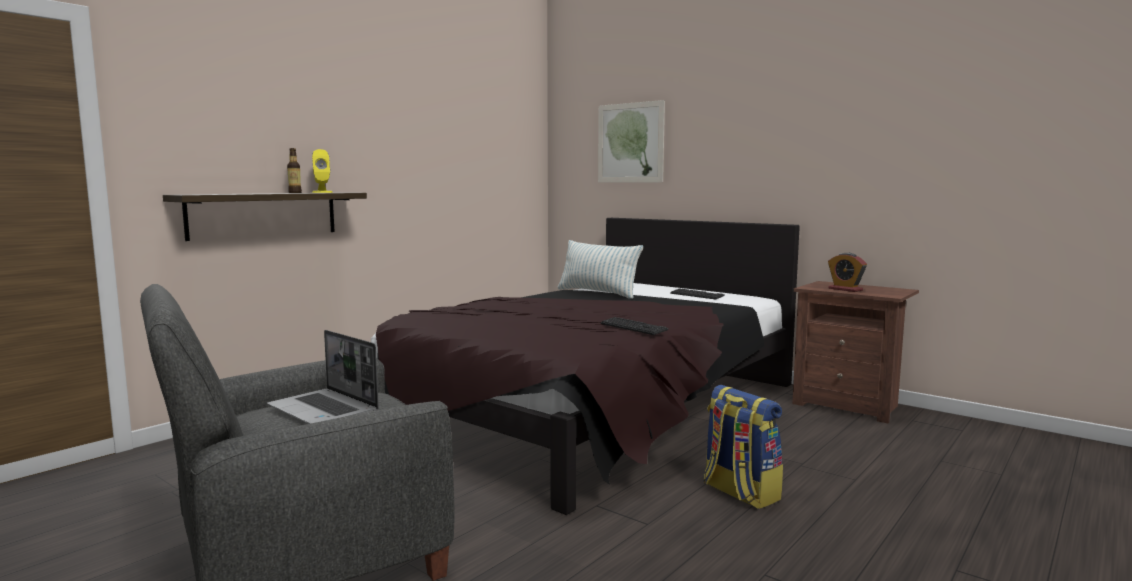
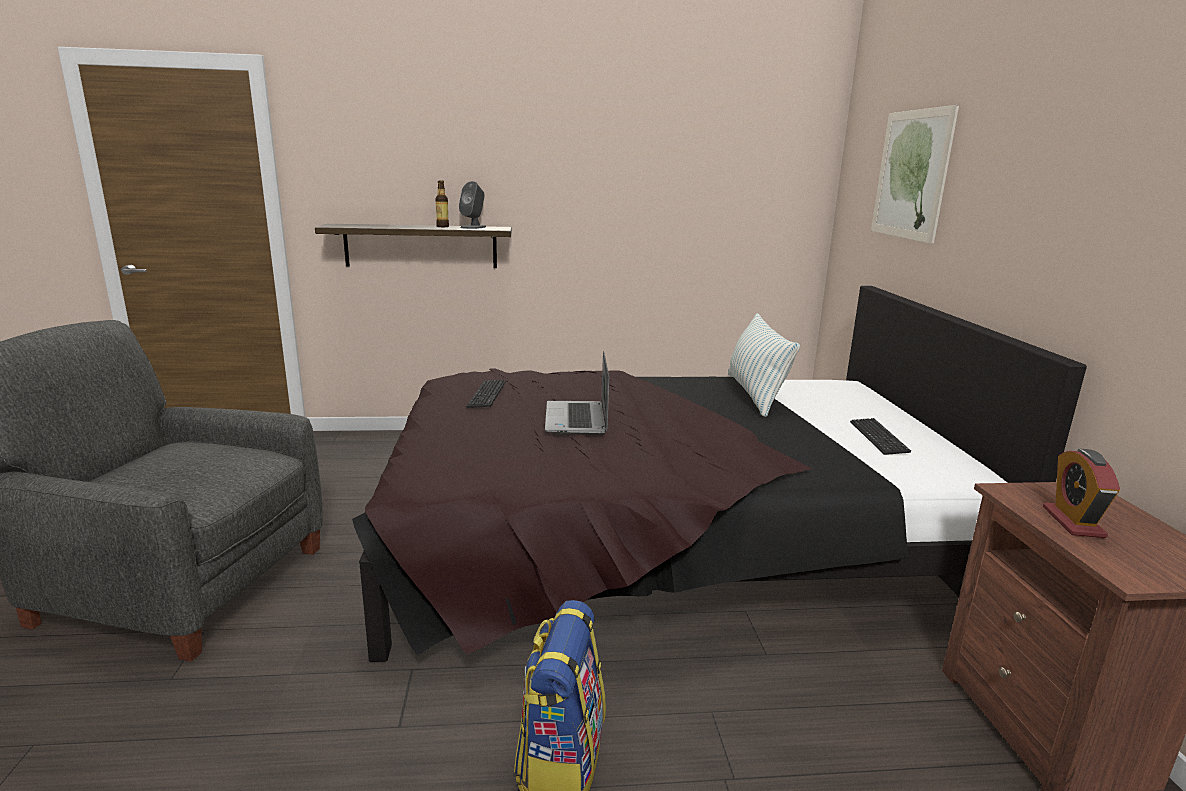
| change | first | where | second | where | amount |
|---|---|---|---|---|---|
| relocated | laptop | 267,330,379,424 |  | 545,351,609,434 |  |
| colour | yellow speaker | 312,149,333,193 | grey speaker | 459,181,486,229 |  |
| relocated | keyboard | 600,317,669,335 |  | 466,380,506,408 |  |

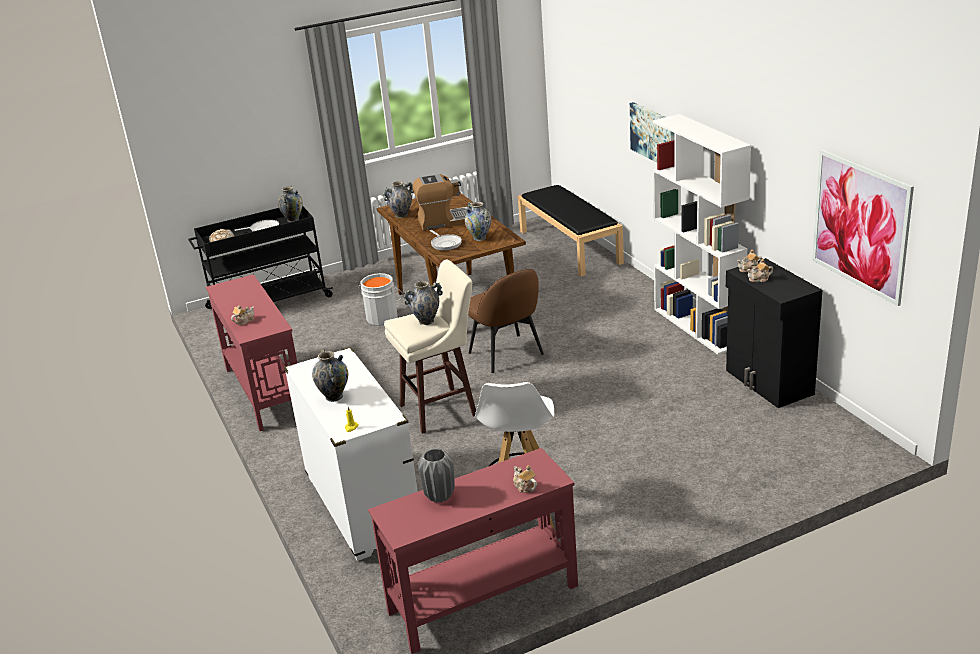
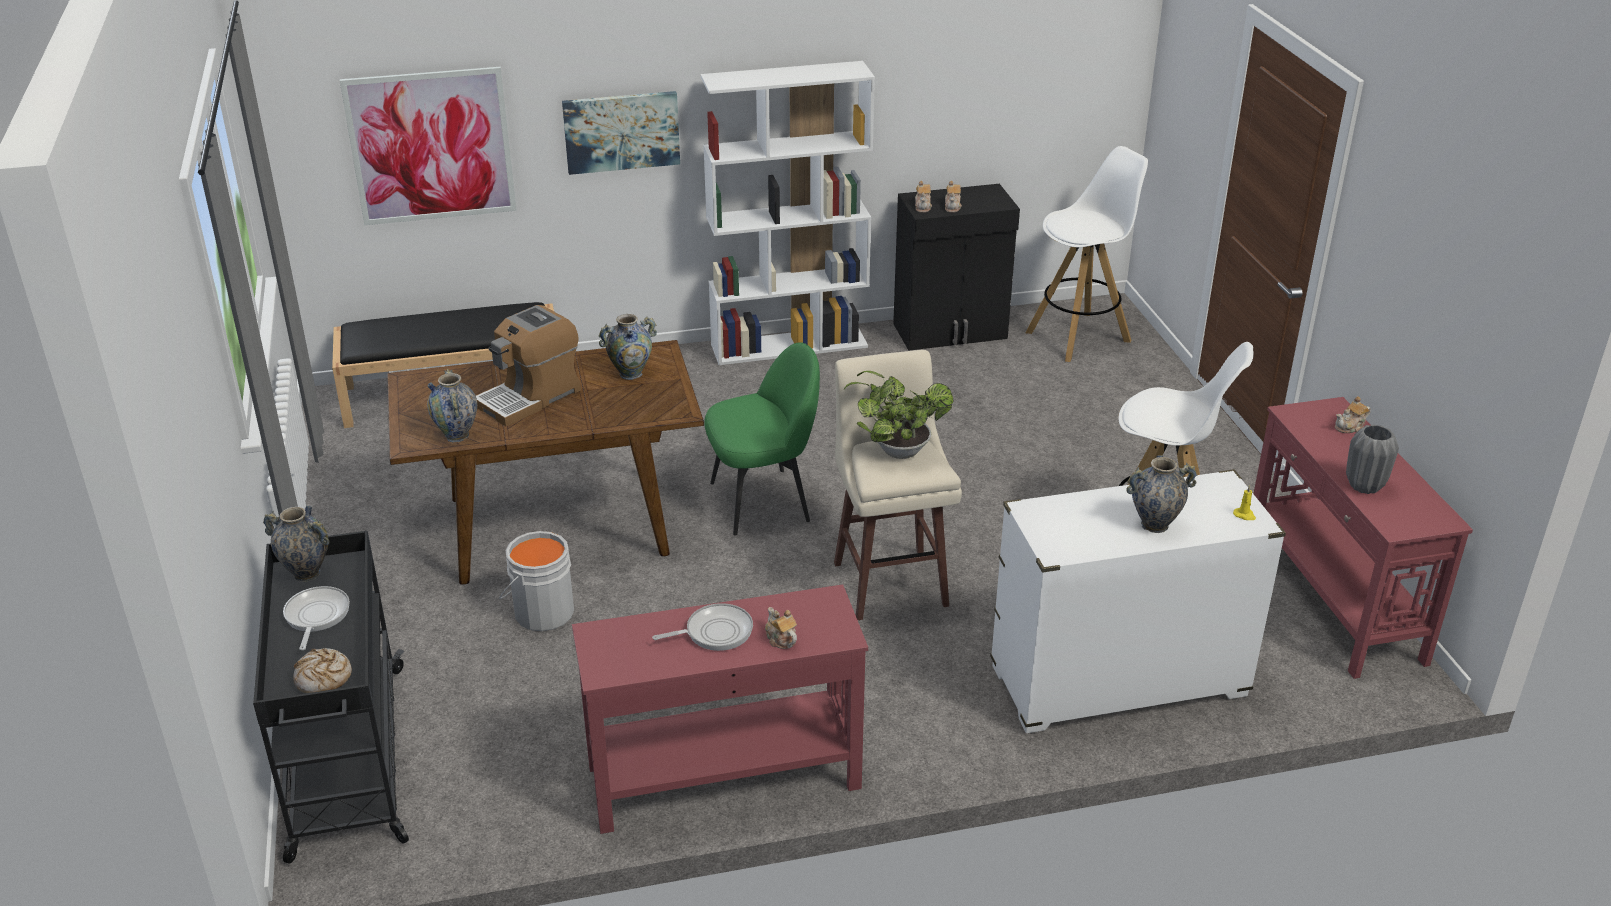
| change | first | where | second | where | amount |
|---|---|---|---|---|---|
| exchanged | vase | 404,281,443,325 | potted plant | 844,371,954,459 |  |
| spun | coffee machine | 413,174,468,231 |  | 476,305,581,426 | 135 degrees counterclockwise |
| relocated | frying pan | 430,230,462,251 |  | 652,603,753,651 |  |
| colour | brown chair | 468,269,544,373 | green chair | 704,342,820,536 |  |
| relocated | picture | 812,149,914,306 |  | 340,67,517,225 |  |
| appeared |  |  | white stool | 1026,146,1148,362 |  |

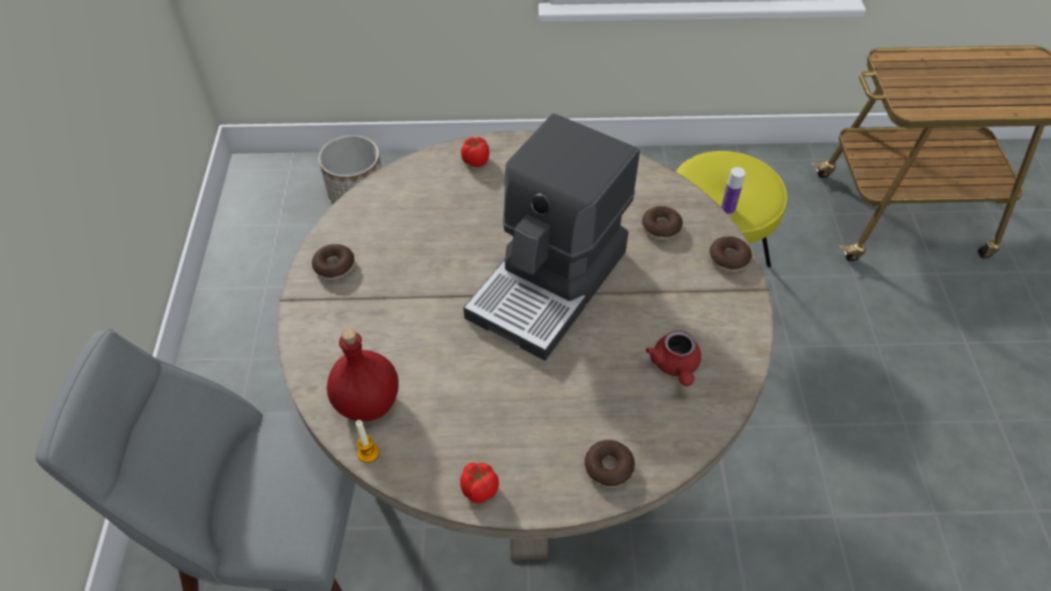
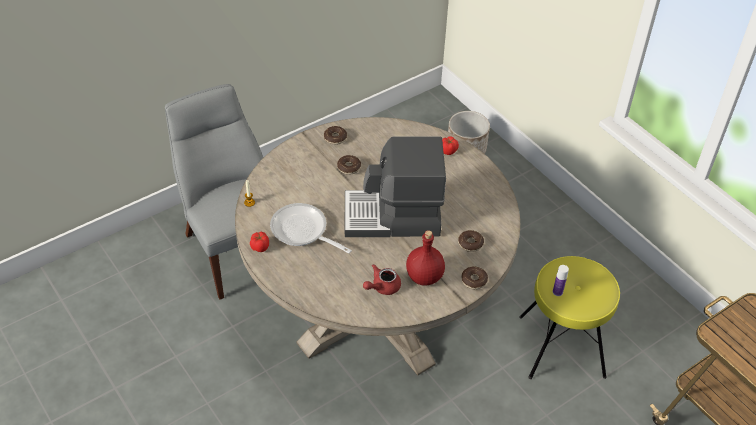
| change | first | where | second | where | amount |
|---|---|---|---|---|---|
| relocated | red bottle | 327,328,399,422 |  | 406,230,445,285 |  |
| relocated | donut | 585,440,635,488 |  | 337,155,361,175 |  |
| appeared |  |  | frying pan | 270,203,352,254 |  |

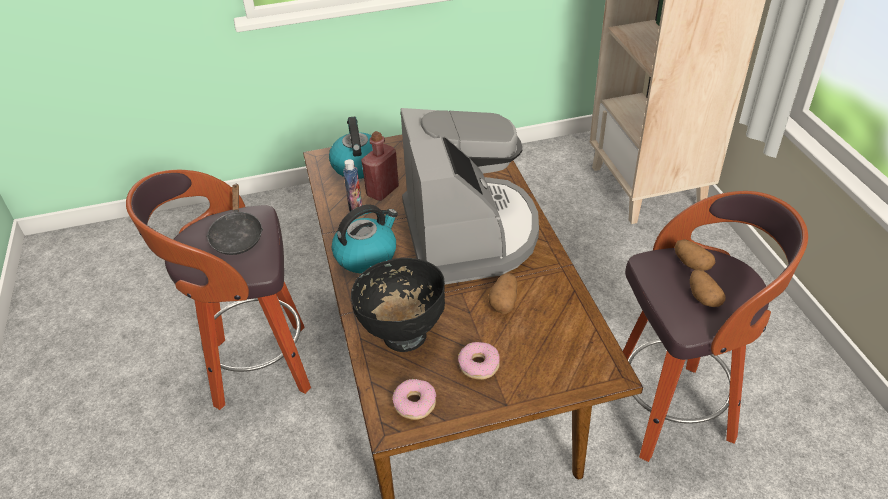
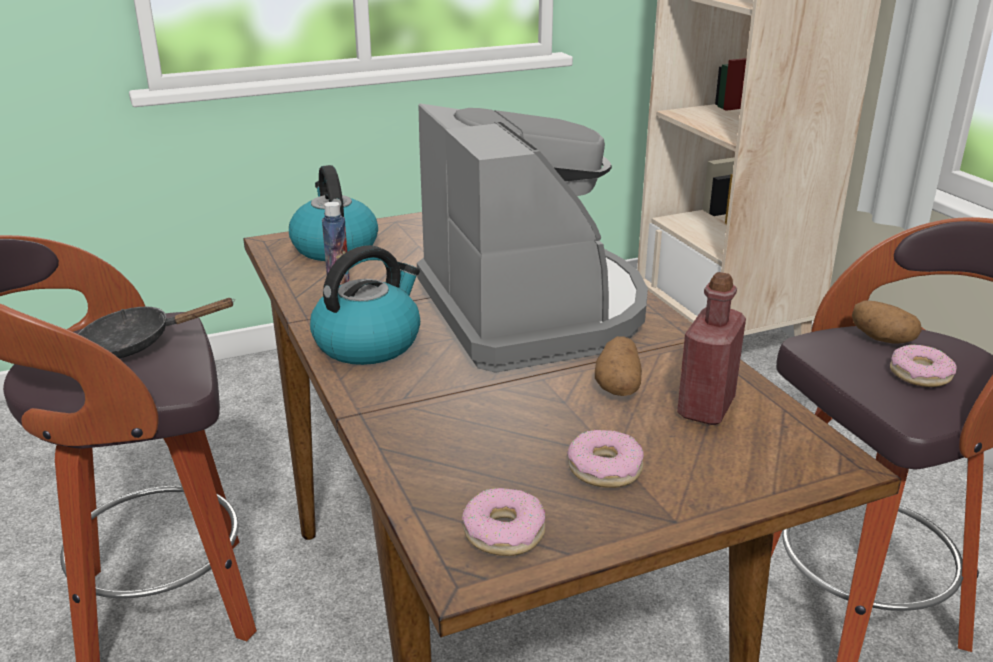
| change | first | where | second | where | amount |
|---|---|---|---|---|---|
| spun | black frying pan | 206,184,263,255 |  | 78,298,235,359 | 90 degrees clockwise |
| missing | black bowl | 351,258,445,352 |  |  |  |
| relocated | red bottle | 361,131,399,201 |  | 677,272,746,425 |  |
| exchanged | potato | 690,270,726,307 | donut | 890,345,957,387 |  |

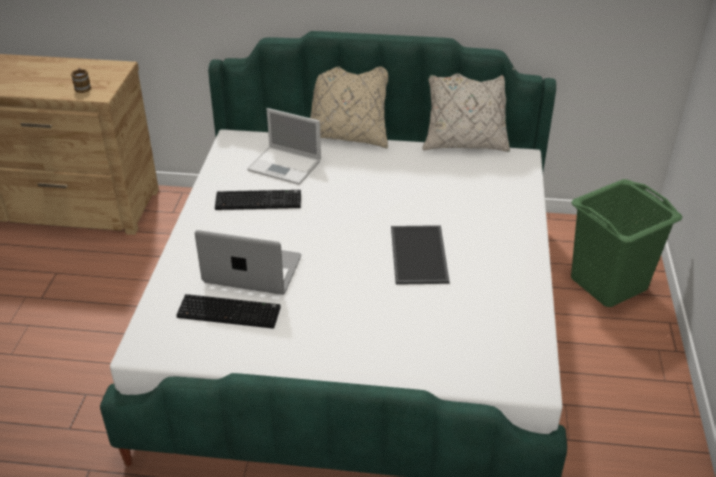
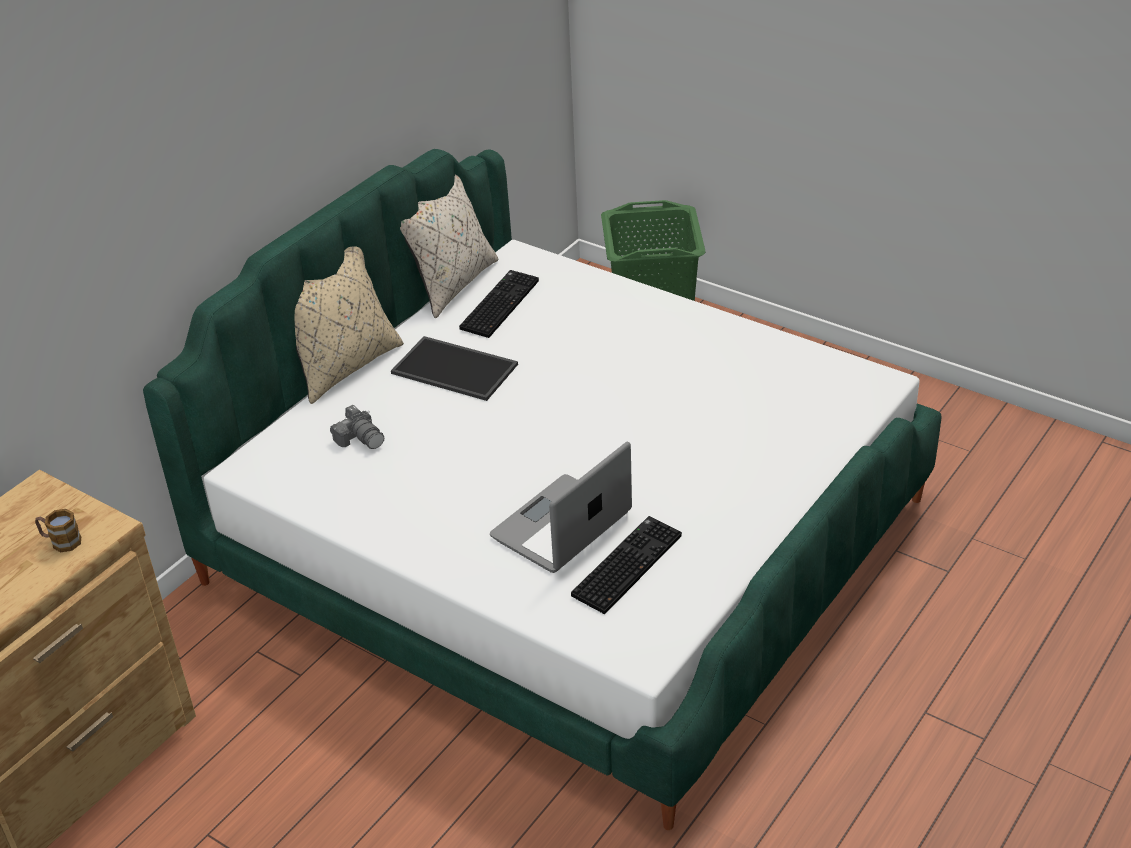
| change | first | where | second | where | amount |
|---|---|---|---|---|---|
| relocated | keyboard | 215,190,301,210 |  | 459,270,539,338 |  |
| exchanged | laptop | 247,108,321,185 | photo camera | 330,405,384,449 |  |
| relocated | tray | 391,225,450,285 |  | 391,336,518,401 |  |

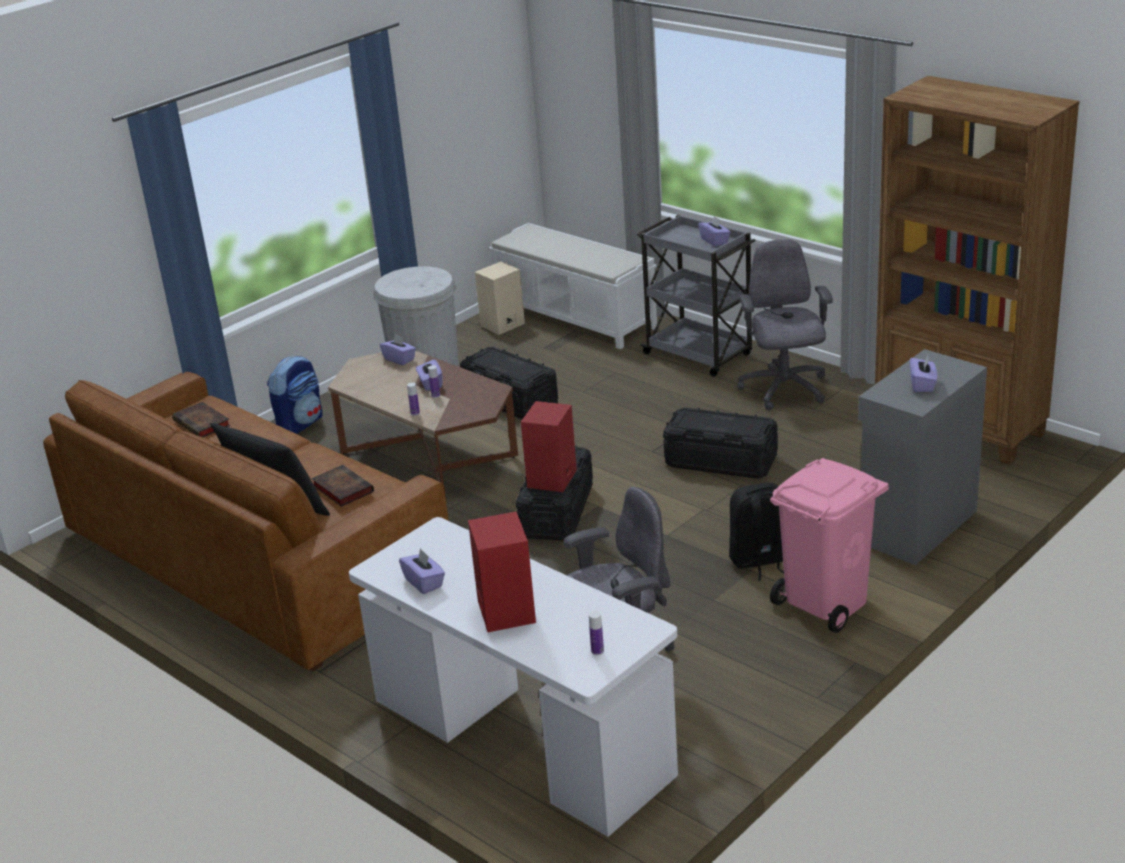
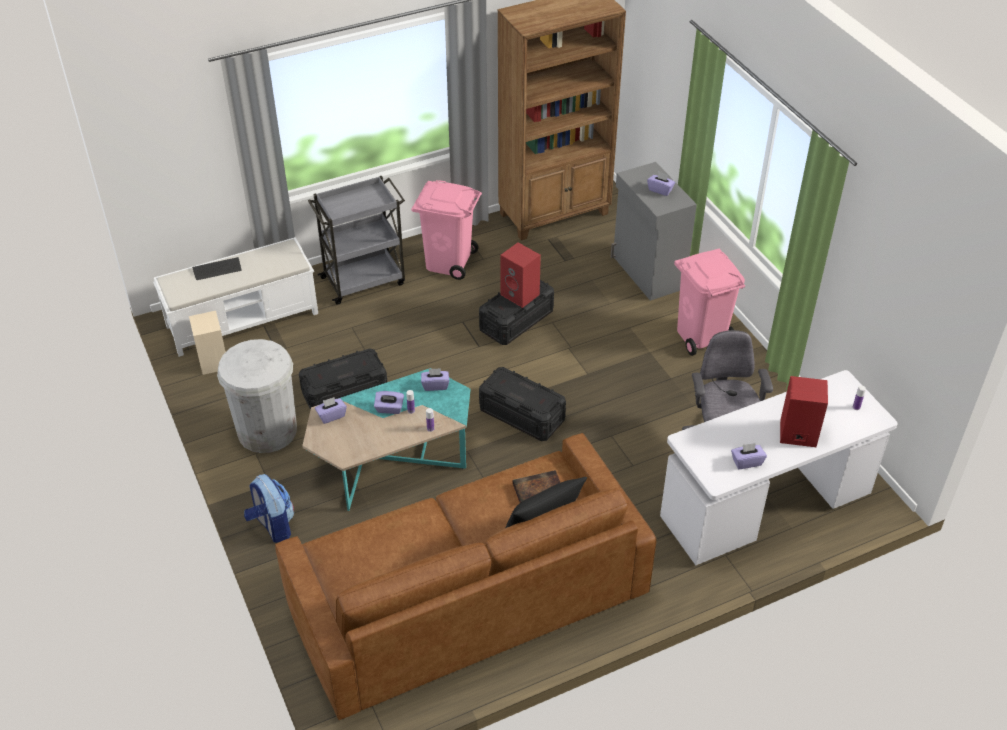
| change | first | where | second | where | amount |
|---|---|---|---|---|---|
| missing | book | 172,402,231,438 |  |  |  |
| colour | brown coffee table | 328,351,518,498 | turquoise coffee table | 302,368,470,511 |  |
| relocated | red speaker | 521,401,577,492 |  | 500,242,541,308 |  |
| relocated | purple tissue box | 698,216,731,246 |  | 421,368,449,391 |  |
| missing | black backpack | 729,482,784,581 |  |  |  |
| exchanged | grey office chair | 737,239,833,411 | pink trash can | 411,180,482,280 |  |
| appeared |  |  | keyboard | 192,257,241,280 |  |

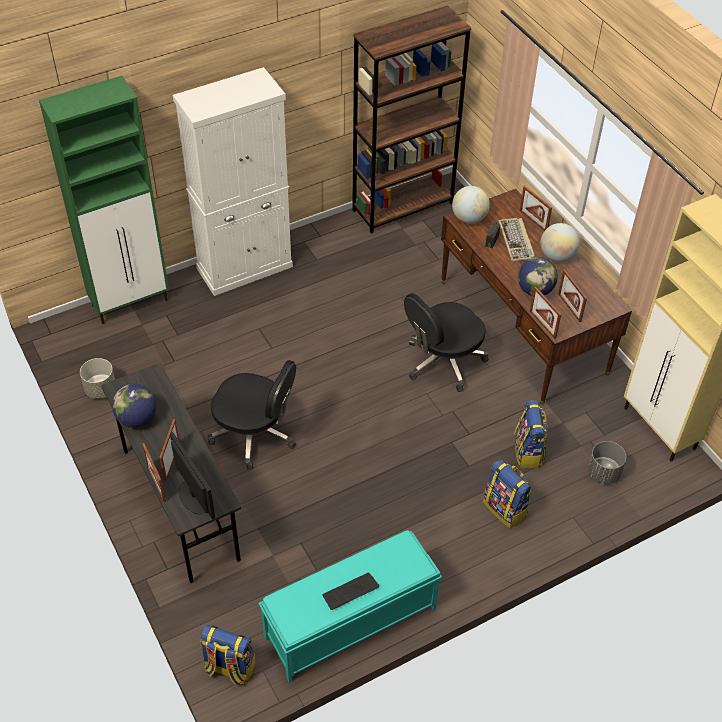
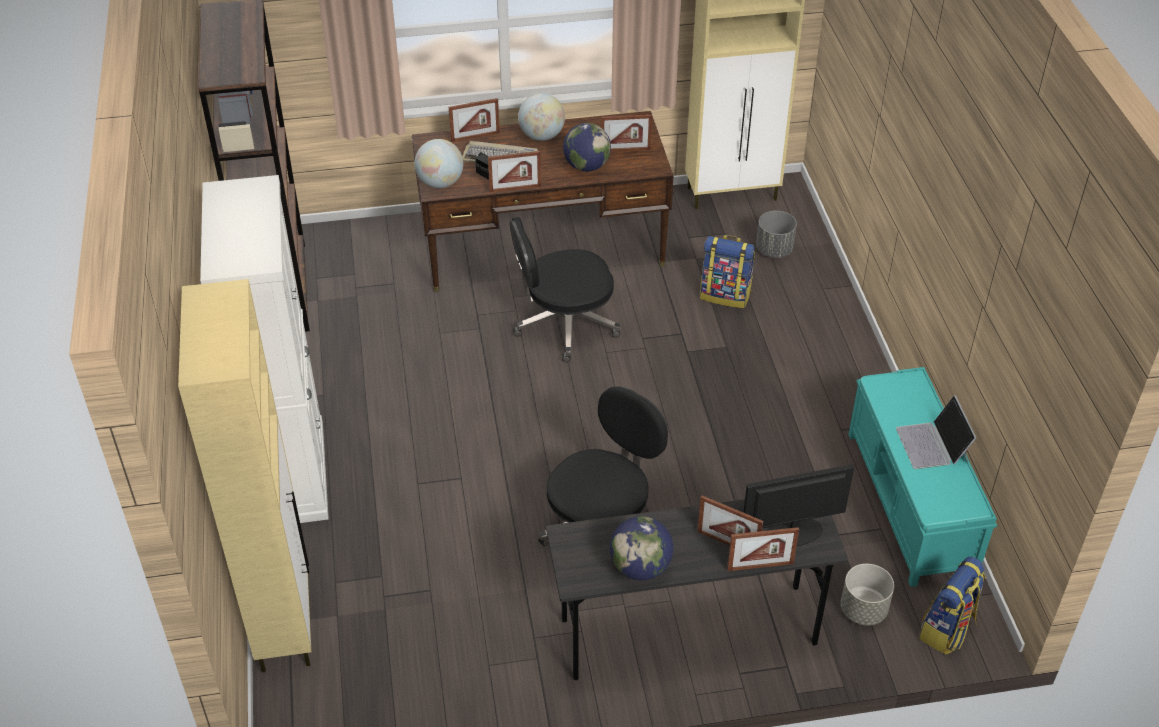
| change | first | where | second | where | amount |
|---|---|---|---|---|---|
| colour | green cabinet | 39,76,169,324 | beige cabinet | 178,279,311,673 |  |
| relocated | grey planter | 80,358,115,399 |  | 841,564,894,625 |  |
| exchanged | keyboard | 322,573,379,610 | laptop | 896,395,976,469 |  |
| spun | black office chair | 404,293,489,392 |  | 510,217,620,362 | 90 degrees clockwise |
| missing | backpack | 483,460,532,529 |  |  |  |
| relocated | picture frame | 530,286,561,339 |  | 488,151,541,192 |  |

